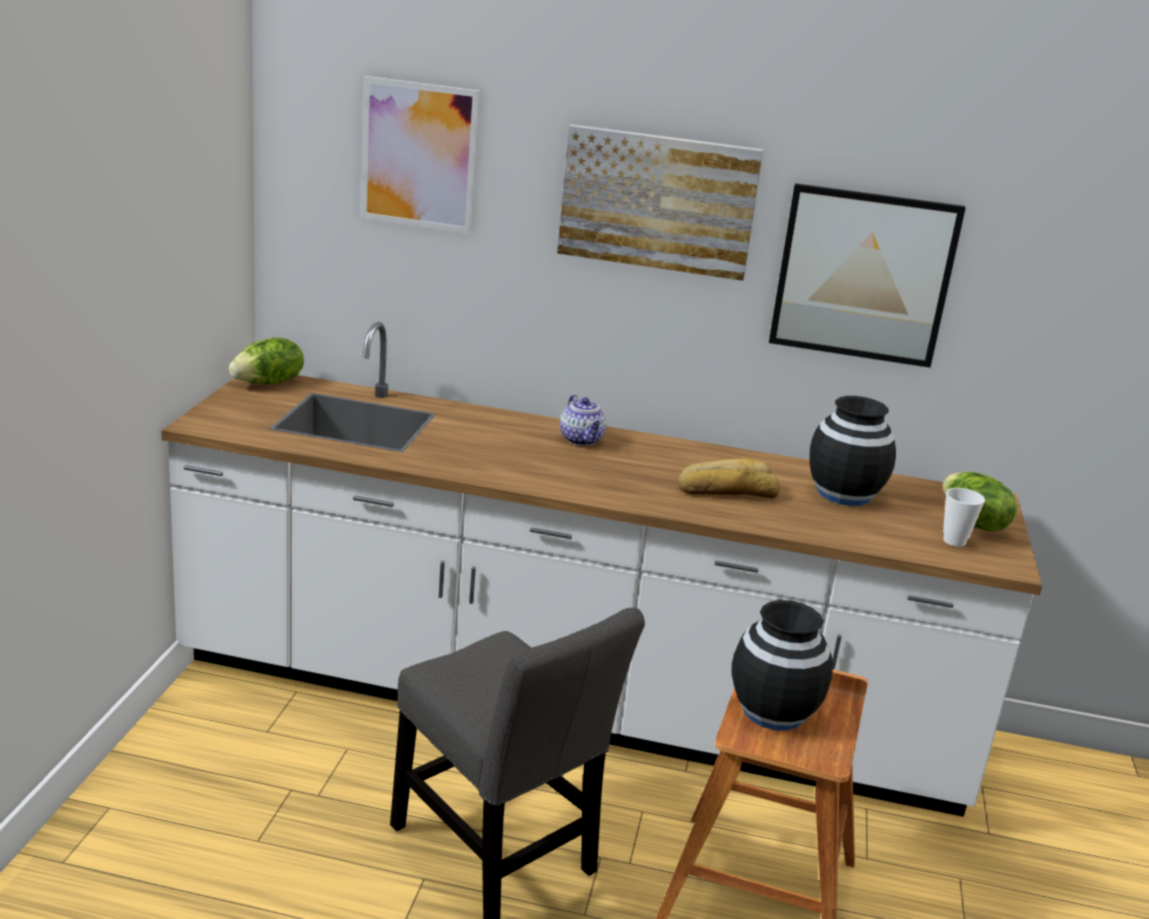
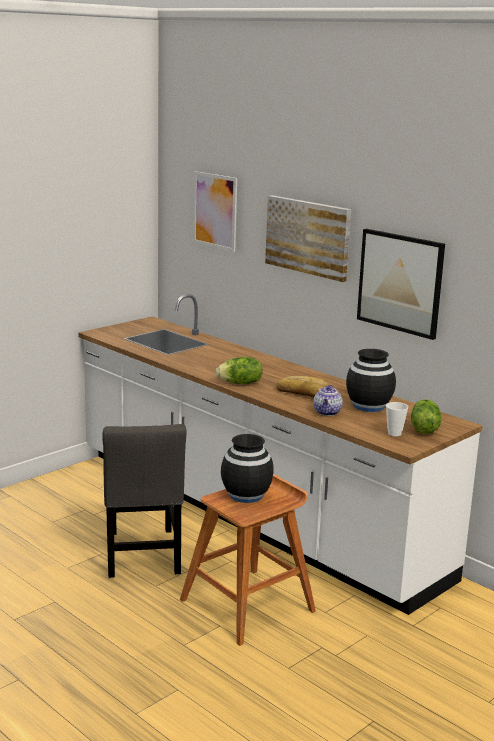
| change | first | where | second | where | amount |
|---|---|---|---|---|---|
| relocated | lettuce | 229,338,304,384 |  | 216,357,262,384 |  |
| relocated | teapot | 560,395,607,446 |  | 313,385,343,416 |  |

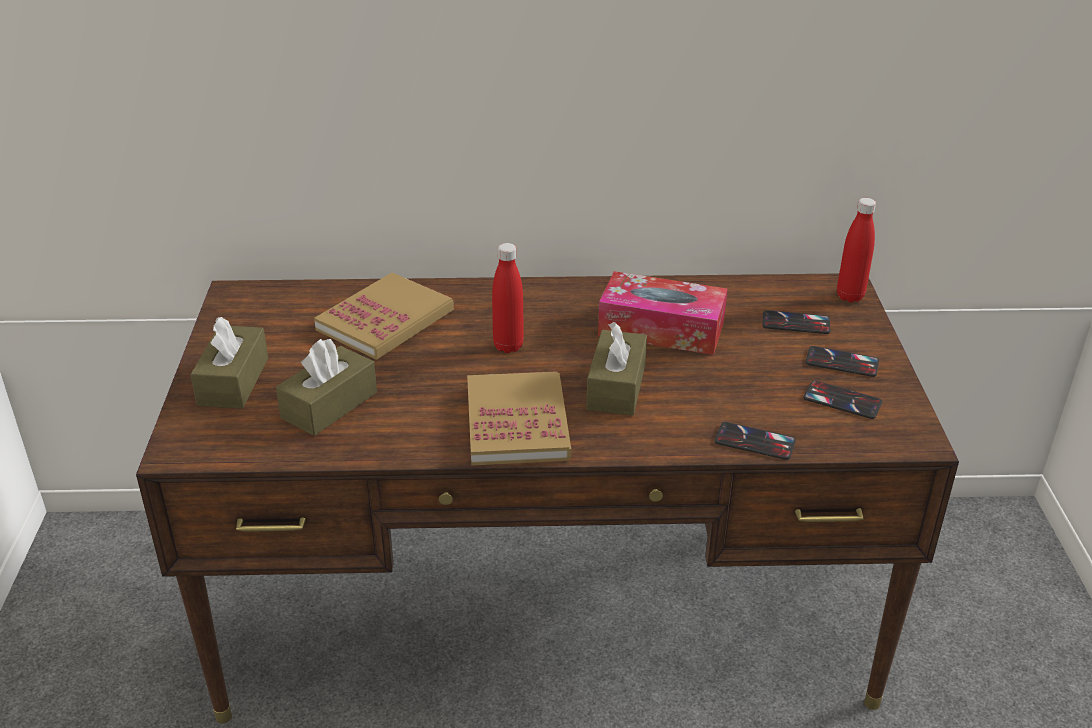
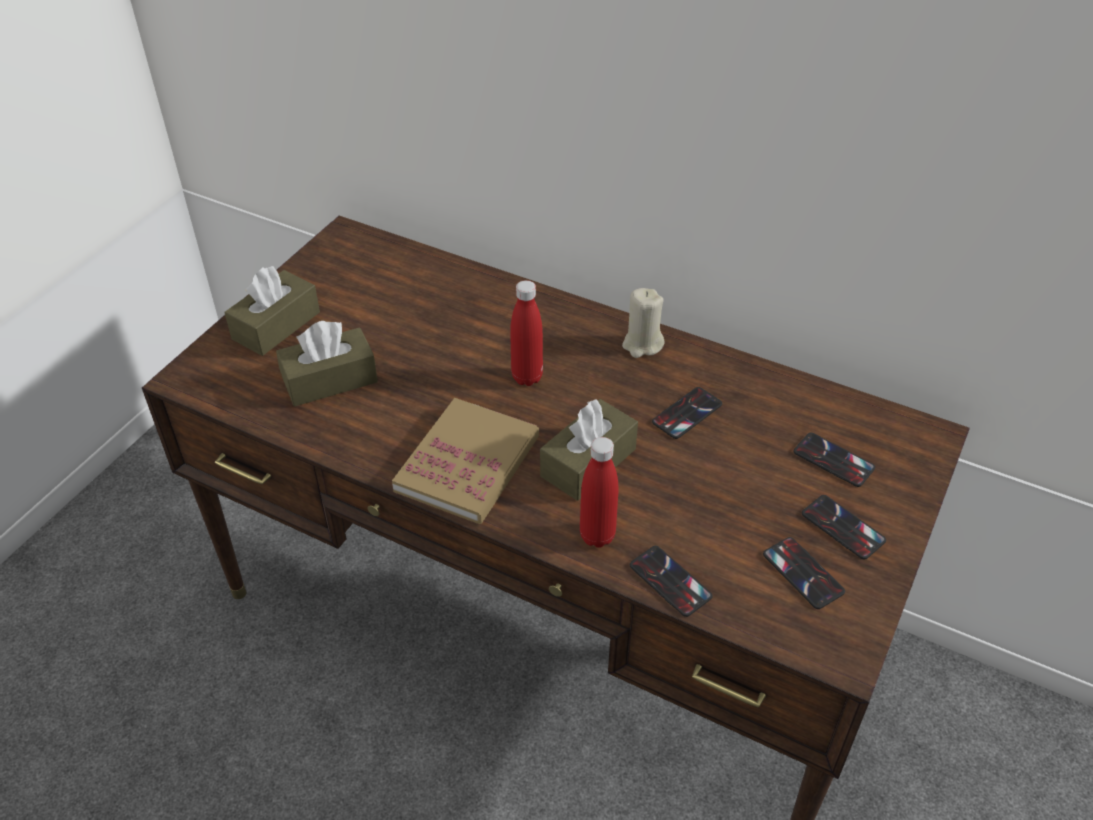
| change | first | where | second | where | amount |
|---|---|---|---|---|---|
| missing | book | 314,273,454,360 |  |  |  |
| exchanged | tissue box | 598,271,728,355 | phone | 652,387,722,439 |  |
| relocated | red bottle | 837,198,876,303 |  | 580,437,619,548 |  |
| appeared |  |  | beige candle | 622,288,664,358 |  |

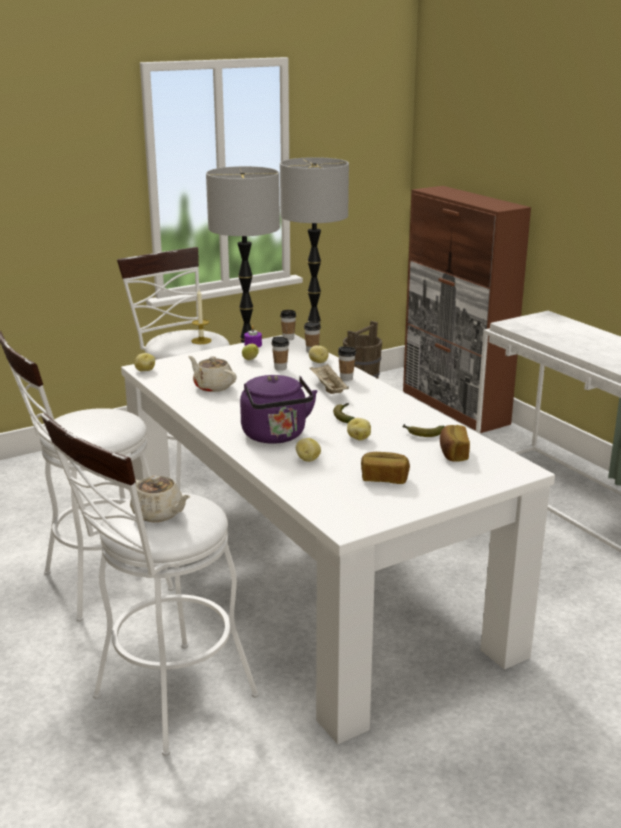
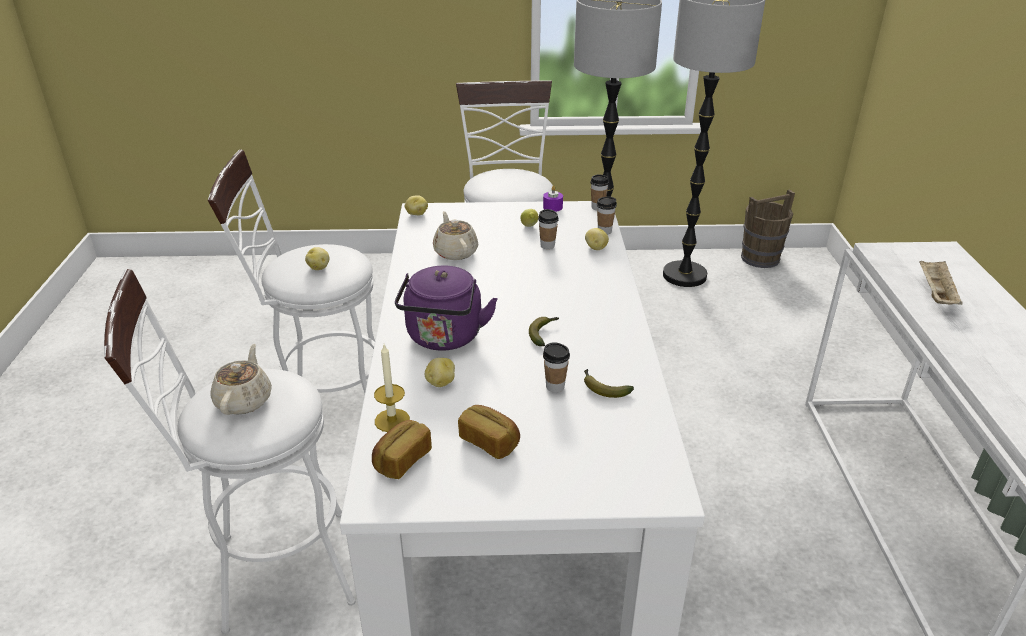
| change | first | where | second | where | amount |
|---|---|---|---|---|---|
| spun | beige teapot | 129,475,191,522 |  | 210,344,272,415 | 150 degrees counterclockwise |
| relocated | candle | 191,290,212,344 |  | 374,344,410,432 |  |
| relocated | beige tray | 310,364,349,394 |  | 919,261,963,305 |  |
| relocated | cup | 338,346,356,381 |  | 543,342,570,393 |  |
| relocated | potato | 347,418,371,440 |  | 305,247,329,270 |  |
| missing | brown cabinet | 403,186,531,433 |  |  |  |
| relocated | bread | 440,425,470,462 |  | 372,420,432,479 |  |

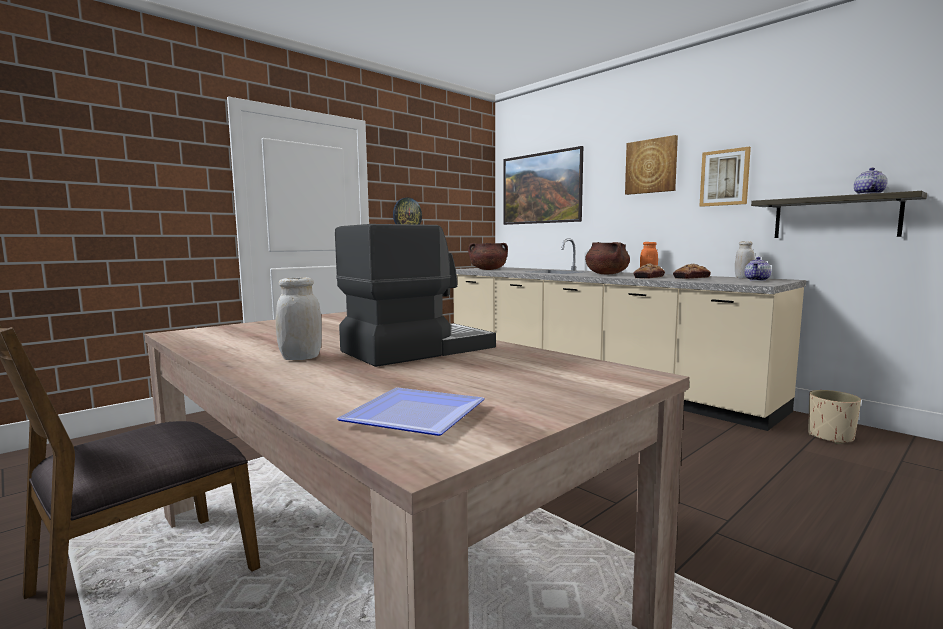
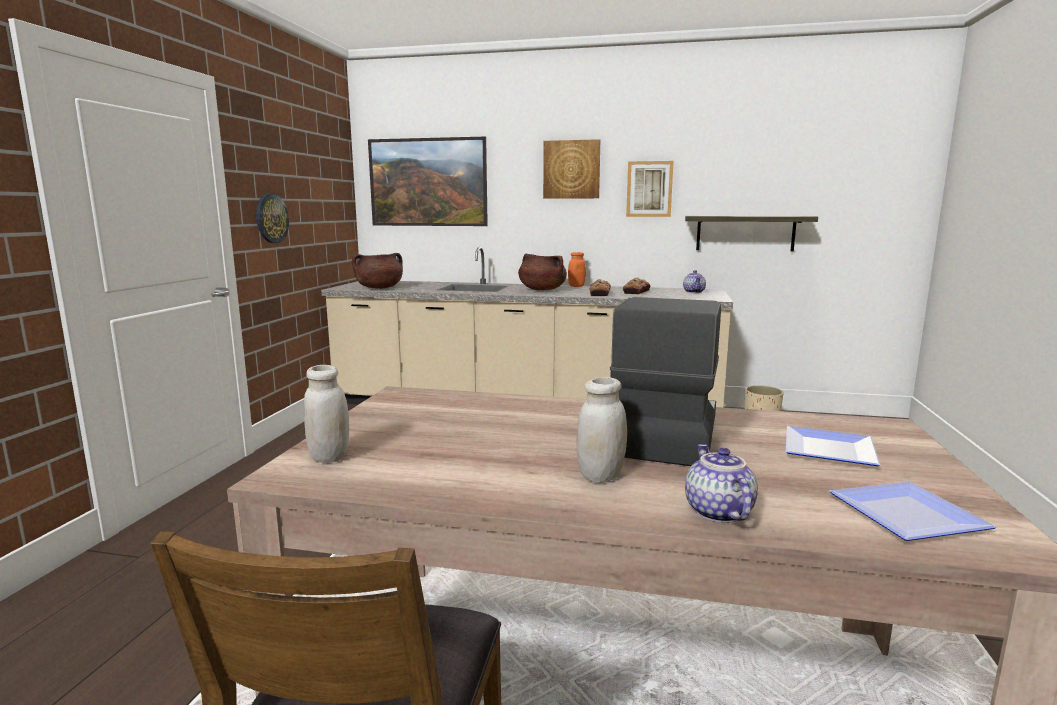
| change | first | where | second | where | amount |
|---|---|---|---|---|---|
| relocated | white jar | 735,241,755,279 |  | 304,365,349,463 |  |
| relocated | teapot | 854,168,887,194 |  | 685,444,758,523 |  |
| appeared |  |  | plate | 786,426,880,466 |  |

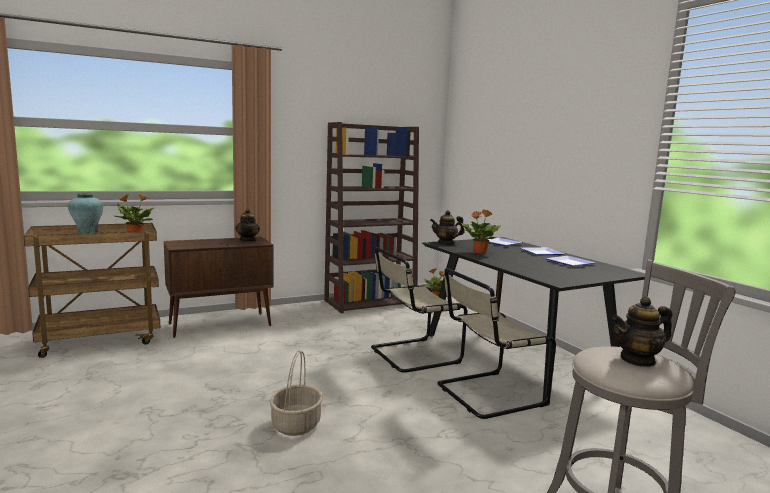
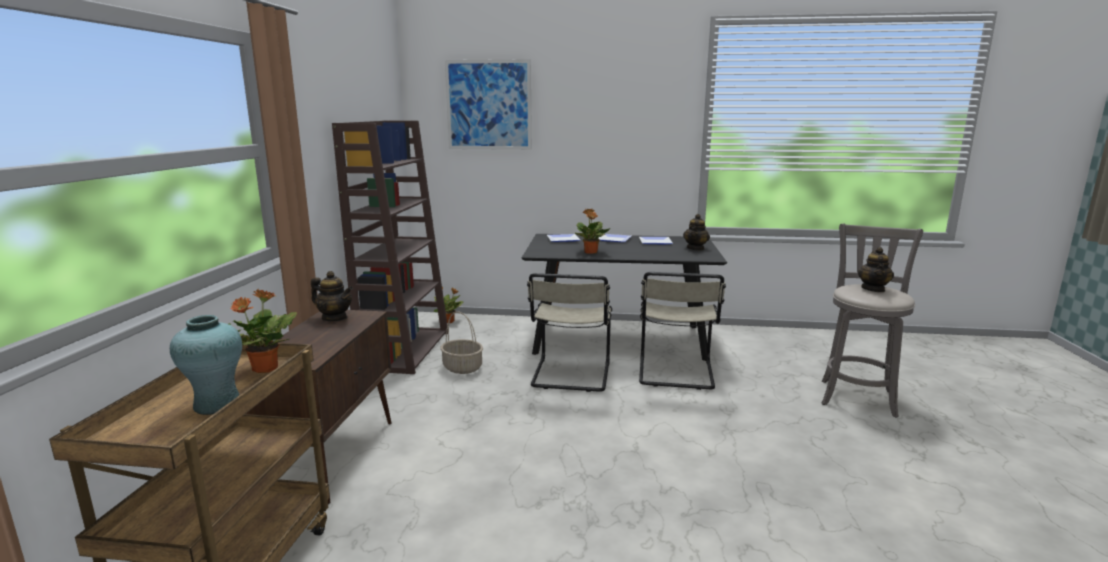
| change | first | where | second | where | amount |
|---|---|---|---|---|---|
| relocated | basket | 270,350,323,436 |  | 440,311,483,374 |  |
| relocated | teapot | 430,210,465,245 |  | 683,214,710,250 |  |
| appeared |  |  | picture | 445,59,532,150 |  |

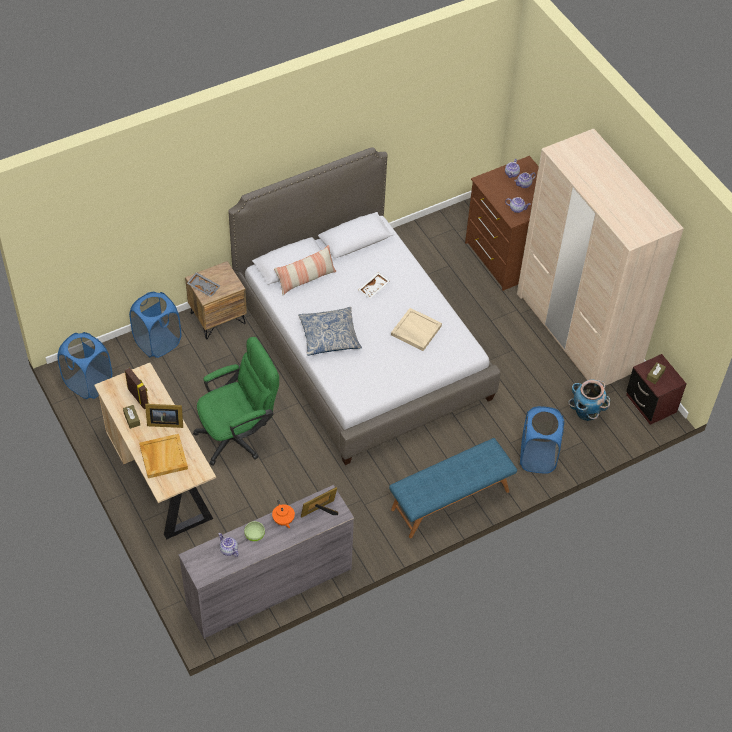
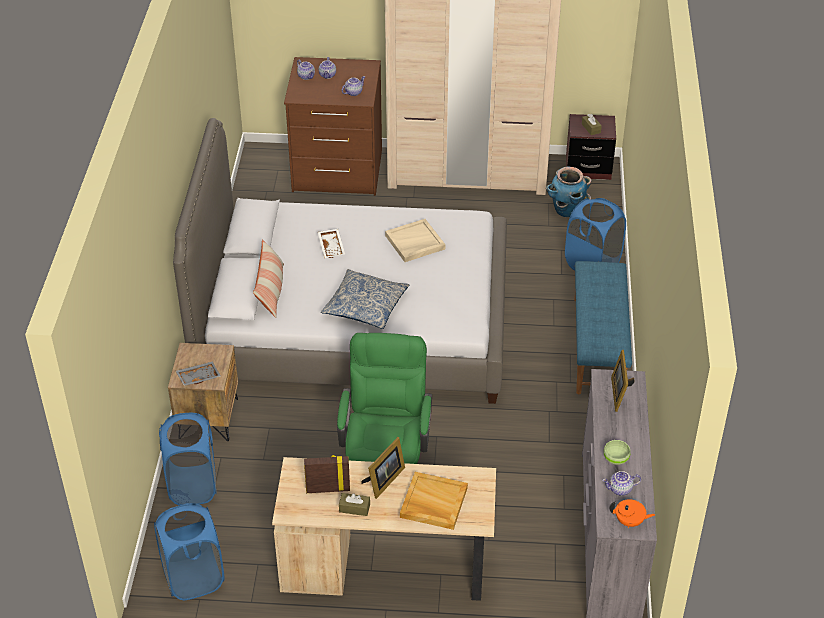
| change | first | where | second | where | amount |
|---|---|---|---|---|---|
| relocated | orange teapot | 272,500,295,529 |  | 610,499,655,528 |  |

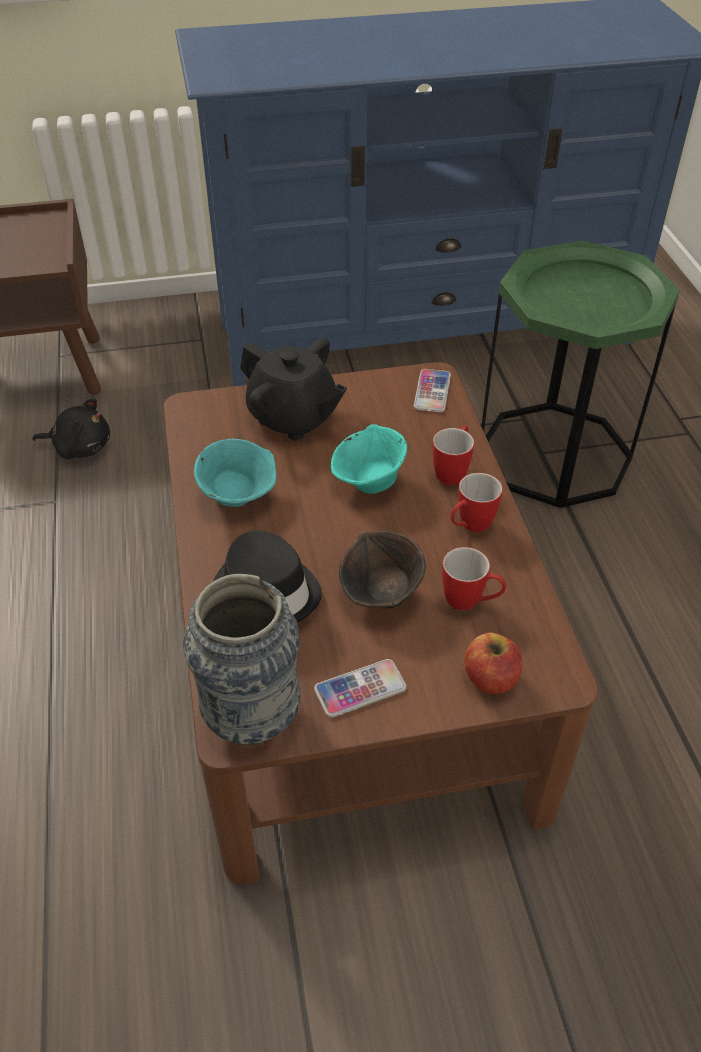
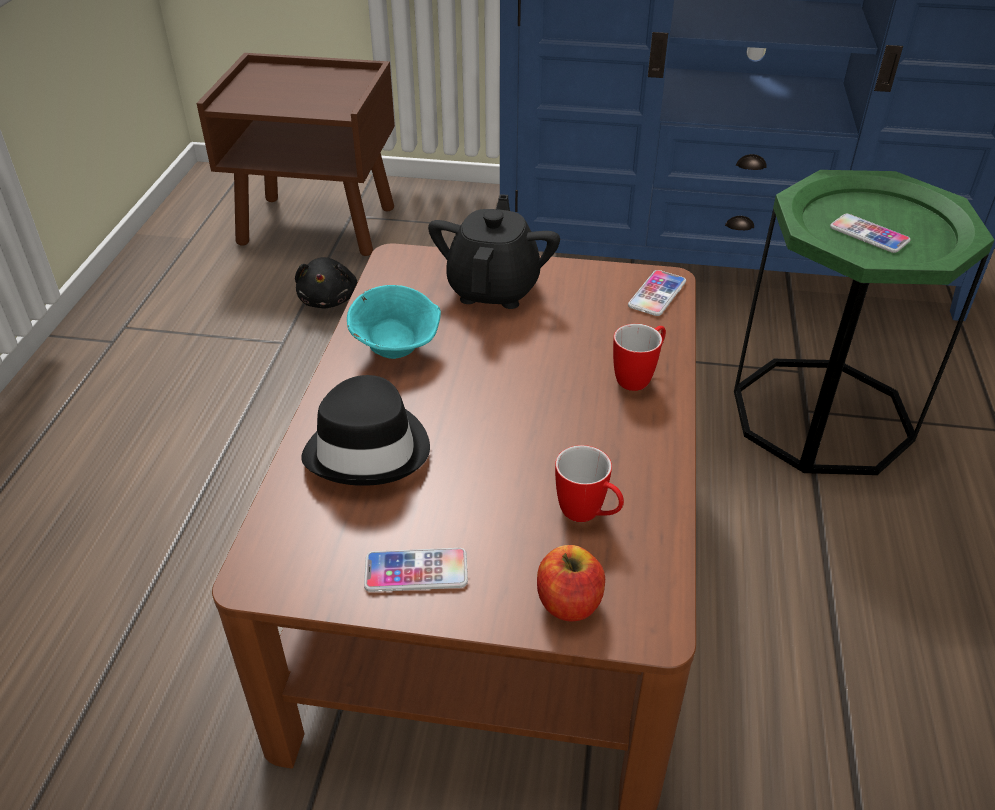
| change | first | where | second | where | amount |
|---|---|---|---|---|---|
| spun | black plush toy | 33,398,110,459 |  | 295,257,358,308 | 60 degrees clockwise |
| missing | vase | 183,574,301,746 |  |  |  |
| spun | black teapot | 240,338,347,440 |  | 428,194,560,309 | 135 degrees counterclockwise |
| missing | turquoise bowl | 331,424,407,494 |  |  |  |
| missing | brown bowl | 339,531,426,609 |  |  |  |
| missing | mug | 450,473,503,532 |  |  |  |
| appeared |  |  | phone | 830,214,911,253 |  |

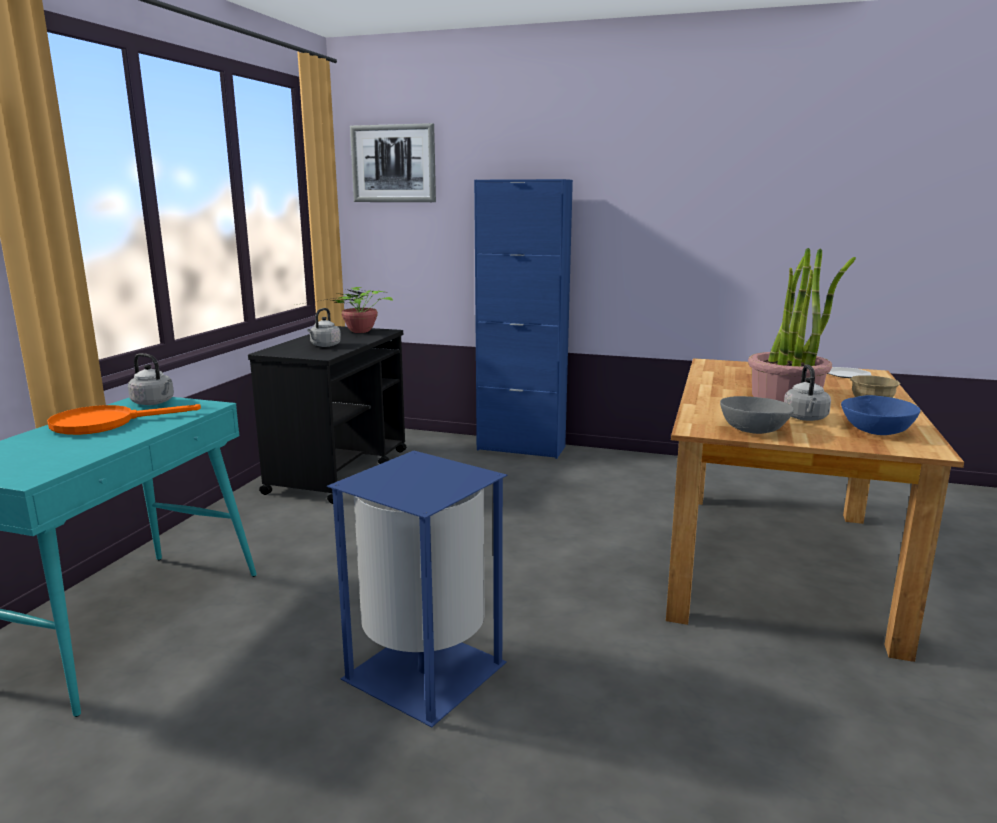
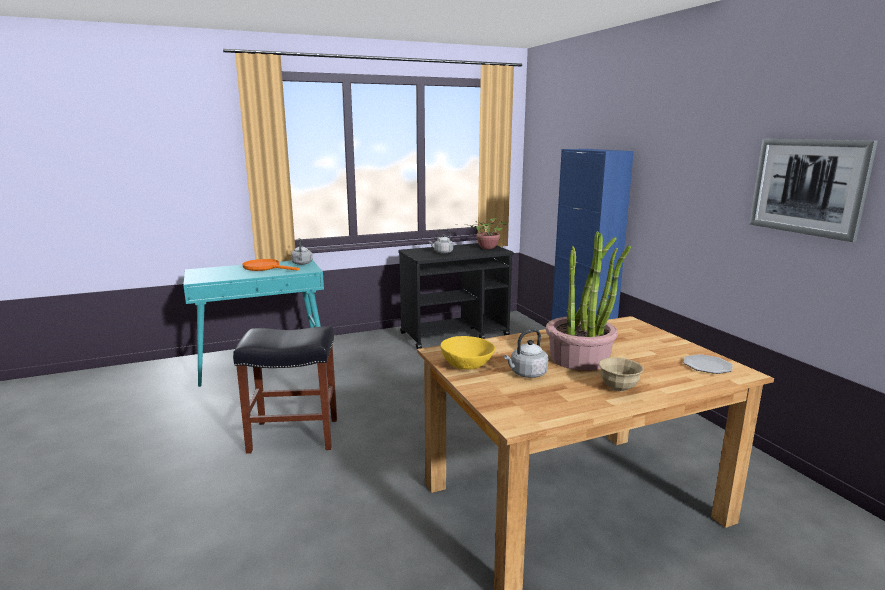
| change | first | where | second | where | amount |
|---|---|---|---|---|---|
| exchanged | blue trash can | 327,450,507,727 | black stool | 233,326,337,454 |  |
| relocated | picture | 350,123,436,202 |  | 749,139,878,242 |  |
| colour | grey bowl | 720,396,794,434 | yellow bowl | 440,336,495,370 |  |
| missing | blue bowl | 841,395,921,435 |  |  |  |

